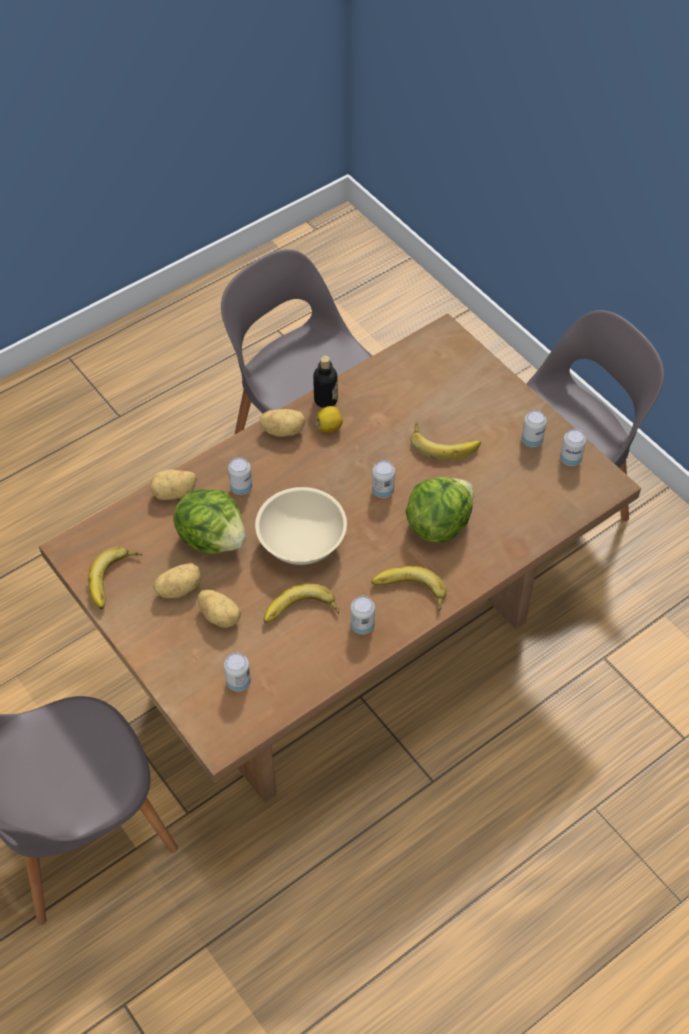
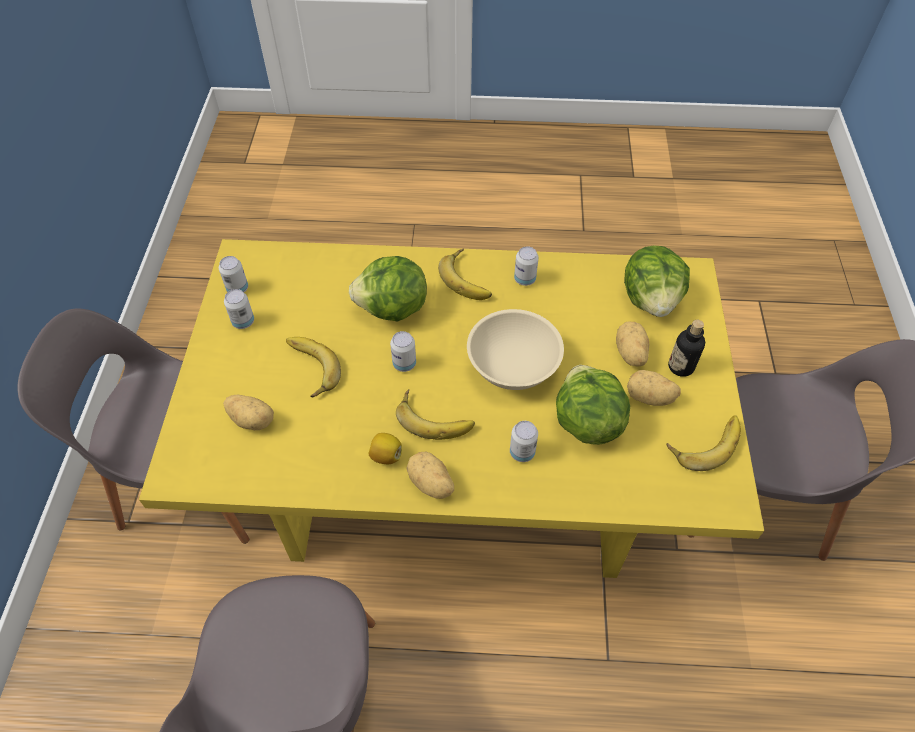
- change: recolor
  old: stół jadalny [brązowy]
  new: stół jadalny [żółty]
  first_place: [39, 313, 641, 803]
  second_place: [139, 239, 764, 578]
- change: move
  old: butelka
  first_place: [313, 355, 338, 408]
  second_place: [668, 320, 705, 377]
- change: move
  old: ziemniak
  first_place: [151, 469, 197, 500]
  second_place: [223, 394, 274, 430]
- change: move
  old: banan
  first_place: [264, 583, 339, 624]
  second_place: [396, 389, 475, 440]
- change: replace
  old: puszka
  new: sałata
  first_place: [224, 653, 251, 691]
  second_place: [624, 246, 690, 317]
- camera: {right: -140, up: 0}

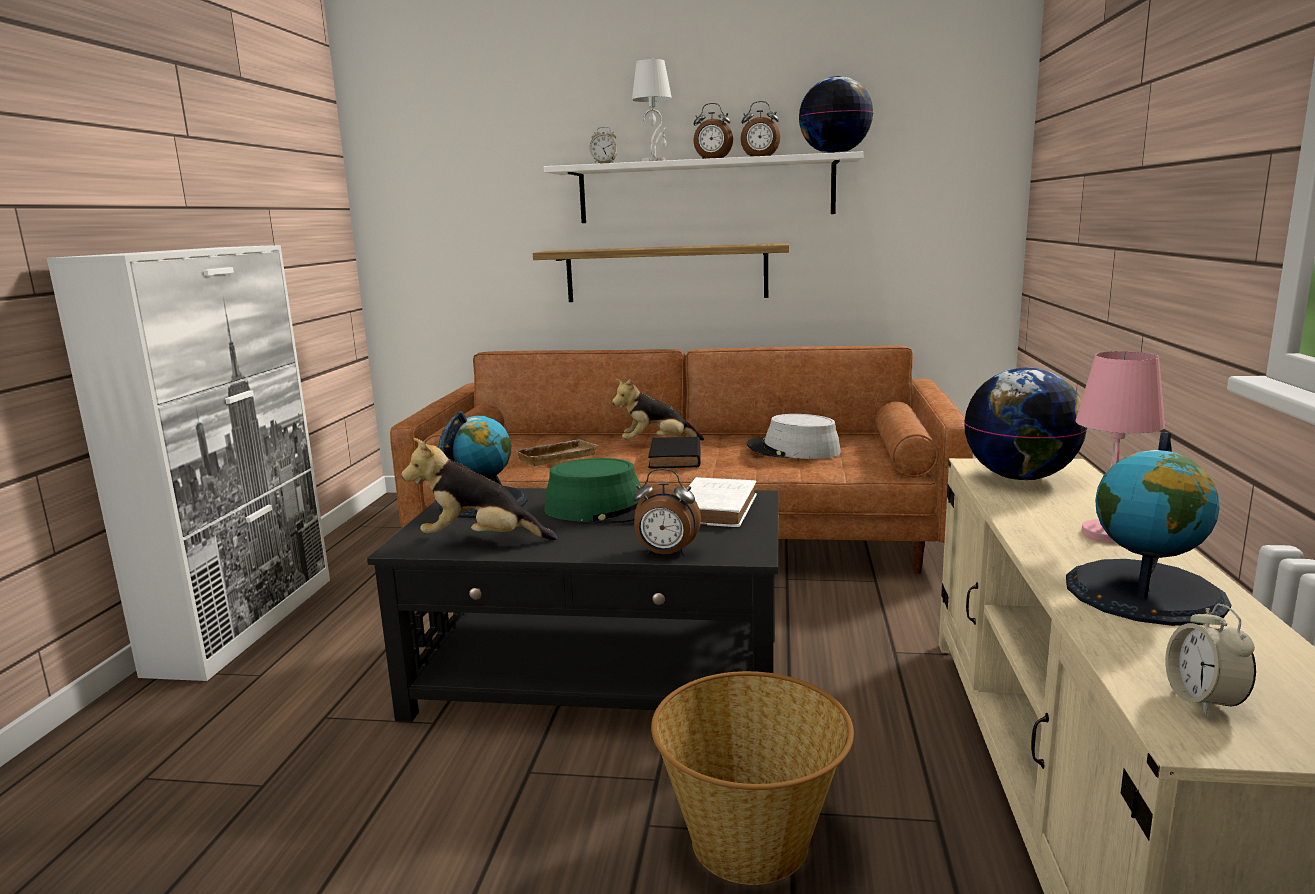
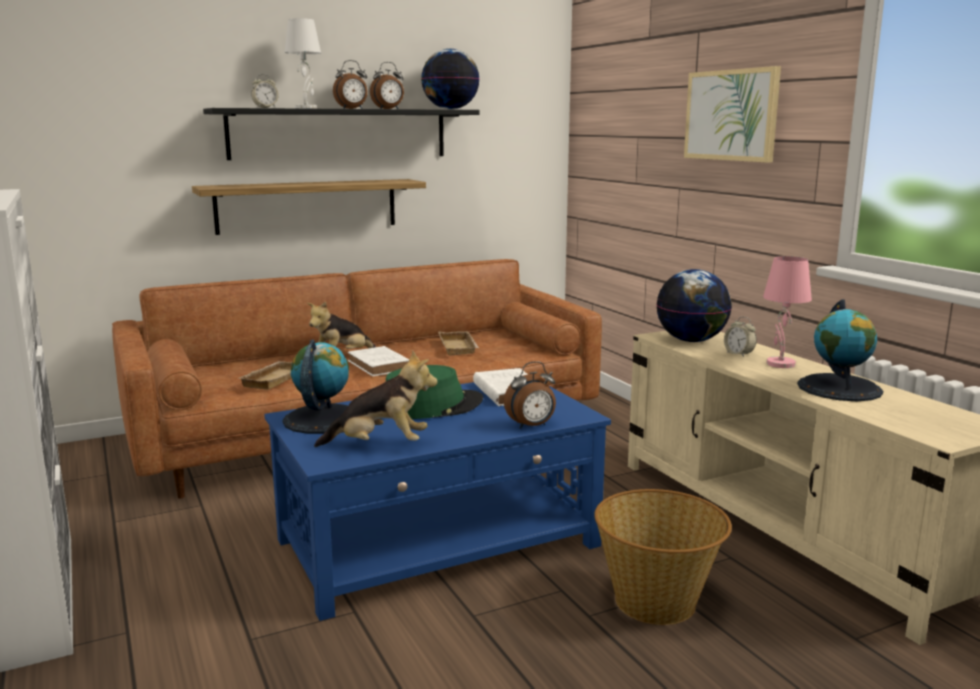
- change: recolor
  old: półka [biały]
  new: półka [czarny]
  first_place: [544, 151, 864, 223]
  second_place: [203, 108, 480, 160]
- change: replace
  old: kapelusz [szary]
  new: taca [beżowy]
  first_place: [747, 414, 841, 459]
  second_place: [438, 331, 479, 356]
- change: recolor
  old: książka [czarny]
  new: książka [biały]
  first_place: [648, 437, 701, 468]
  second_place: [348, 346, 409, 376]
- change: rotate
  old: pluszak
  first_place: [401, 438, 557, 540]
  second_place: [314, 350, 438, 447]
  degrees: -150
- change: recolor
  old: ława [czarny]
  new: ława [niebieski]
  first_place: [367, 488, 779, 722]
  second_place: [264, 382, 611, 621]
- change: move
  old: budzik
  first_place: [1165, 604, 1256, 716]
  second_place: [724, 317, 757, 357]
- change: insert
  new: obraz
  second_place: [684, 66, 781, 163]
- camera: {right: -35, up: 0}

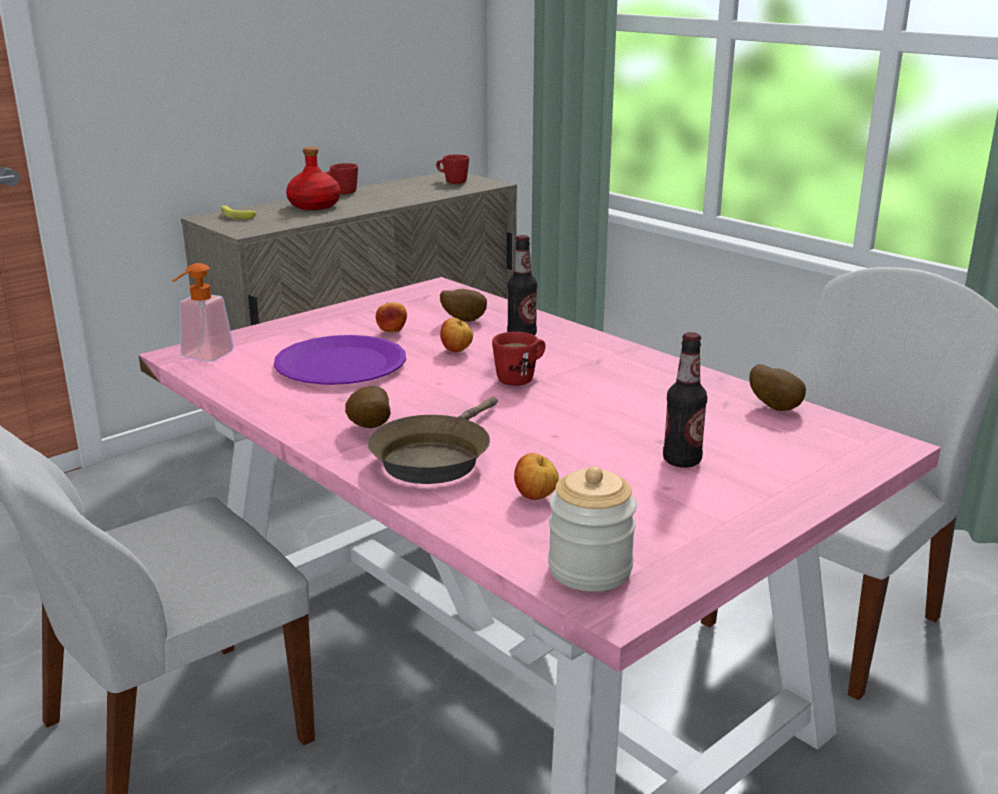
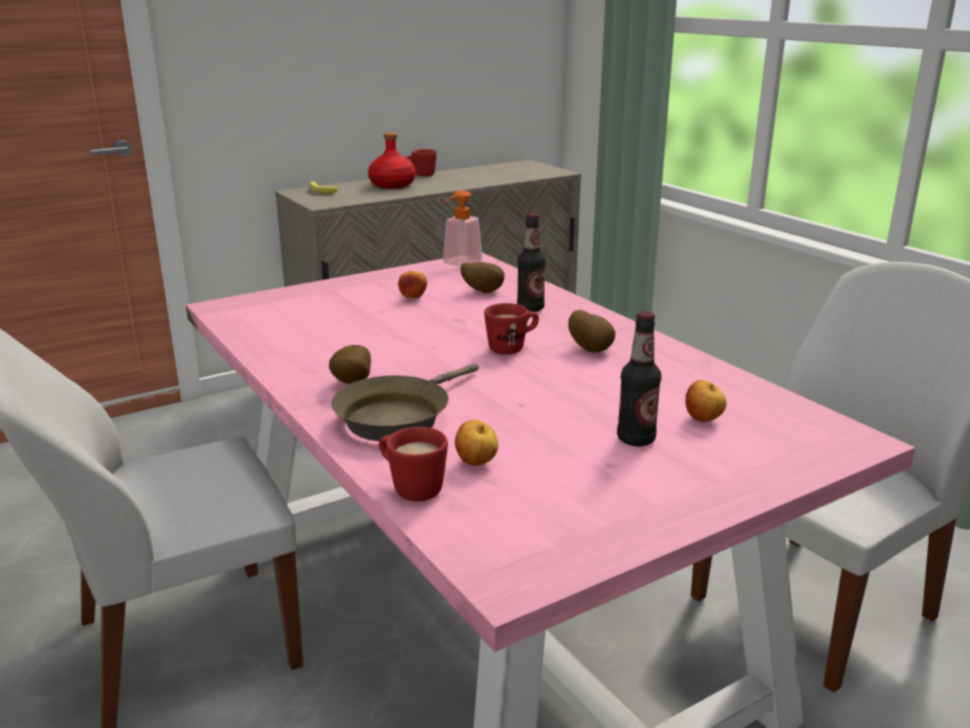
- change: move
  old: kubek [czerwony]
  first_place: [436, 155, 469, 184]
  second_place: [379, 427, 448, 501]
- change: move
  old: dozownik mydła
  first_place: [172, 263, 234, 362]
  second_place: [443, 190, 483, 267]
- change: move
  old: jabłko
  first_place: [440, 318, 473, 352]
  second_place: [685, 380, 727, 422]
- change: delete
  old: talerz [fioletowy]
  first_place: [274, 335, 406, 385]
- change: move
  old: ziemniak
  first_place: [749, 364, 806, 411]
  second_place: [568, 310, 616, 352]
- change: delete
  old: słoik
  first_place: [548, 466, 637, 592]
- camera: {right: 10, up: 0}

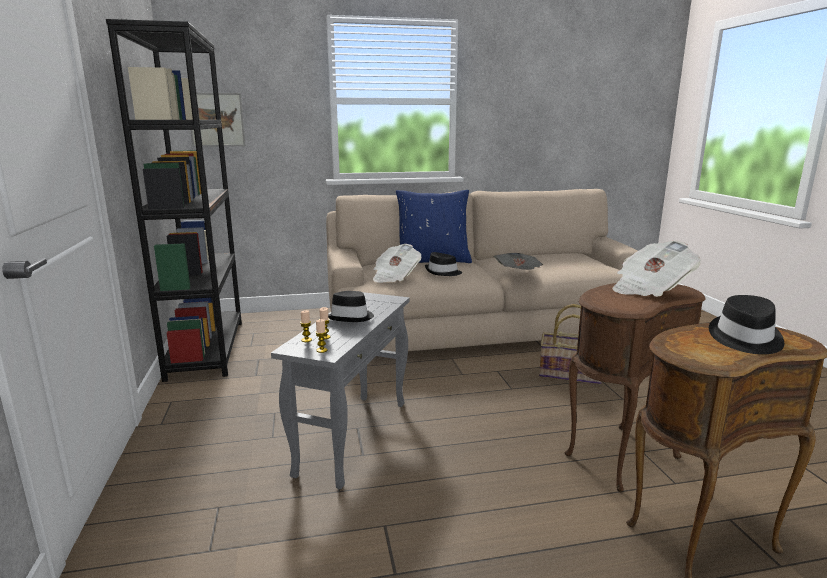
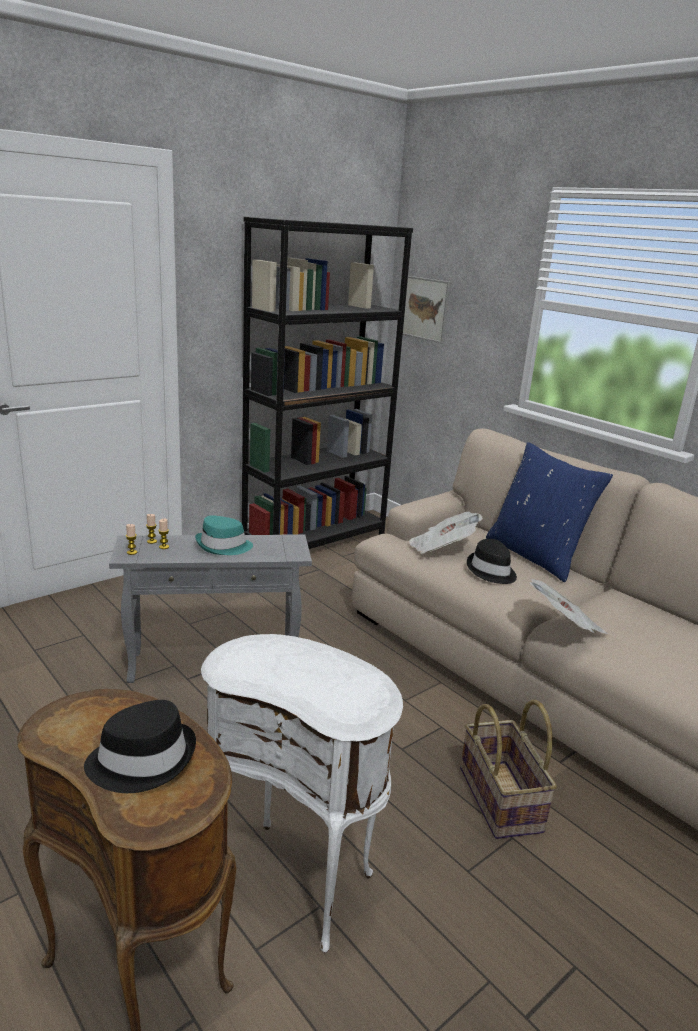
- change: delete
  old: gazeta
  first_place: [613, 241, 701, 297]
- change: recolor
  old: stolik [brązowy]
  new: stolik [biały]
  first_place: [565, 283, 706, 492]
  second_place: [201, 634, 403, 953]
- change: recolor
  old: kapelusz [czarny]
  new: kapelusz [turkusowy]
  first_place: [328, 291, 374, 322]
  second_place: [195, 515, 253, 555]
- camera: {right: 60, up: 5}

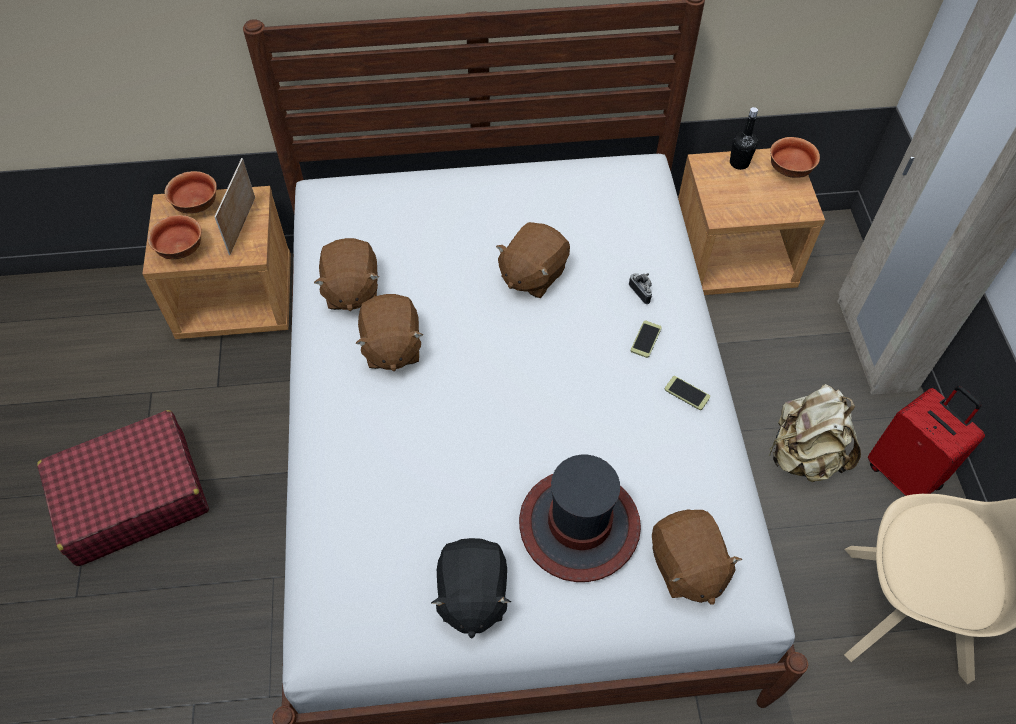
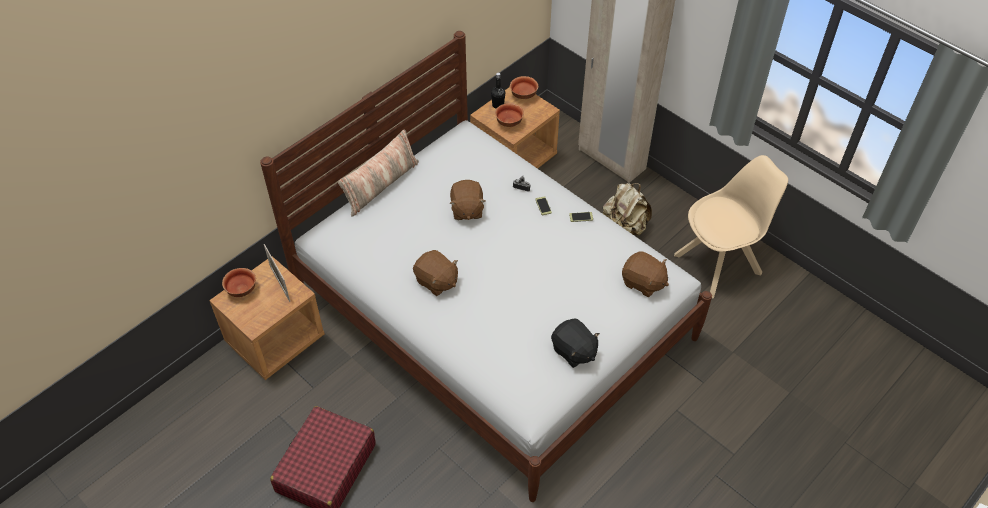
- change: move
  old: miska
  first_place: [148, 215, 202, 260]
  second_place: [495, 103, 524, 127]
- change: delete
  old: pluszak [brązowy]
  first_place: [314, 238, 379, 311]
- change: delete
  old: walizka [czerwony]
  first_place: [868, 386, 985, 496]
- change: delete
  old: kapelusz
  first_place: [519, 455, 641, 582]
- change: insert
  new: poduszka
  second_place: [338, 129, 419, 217]
- camera: {right: -40, up: -5}

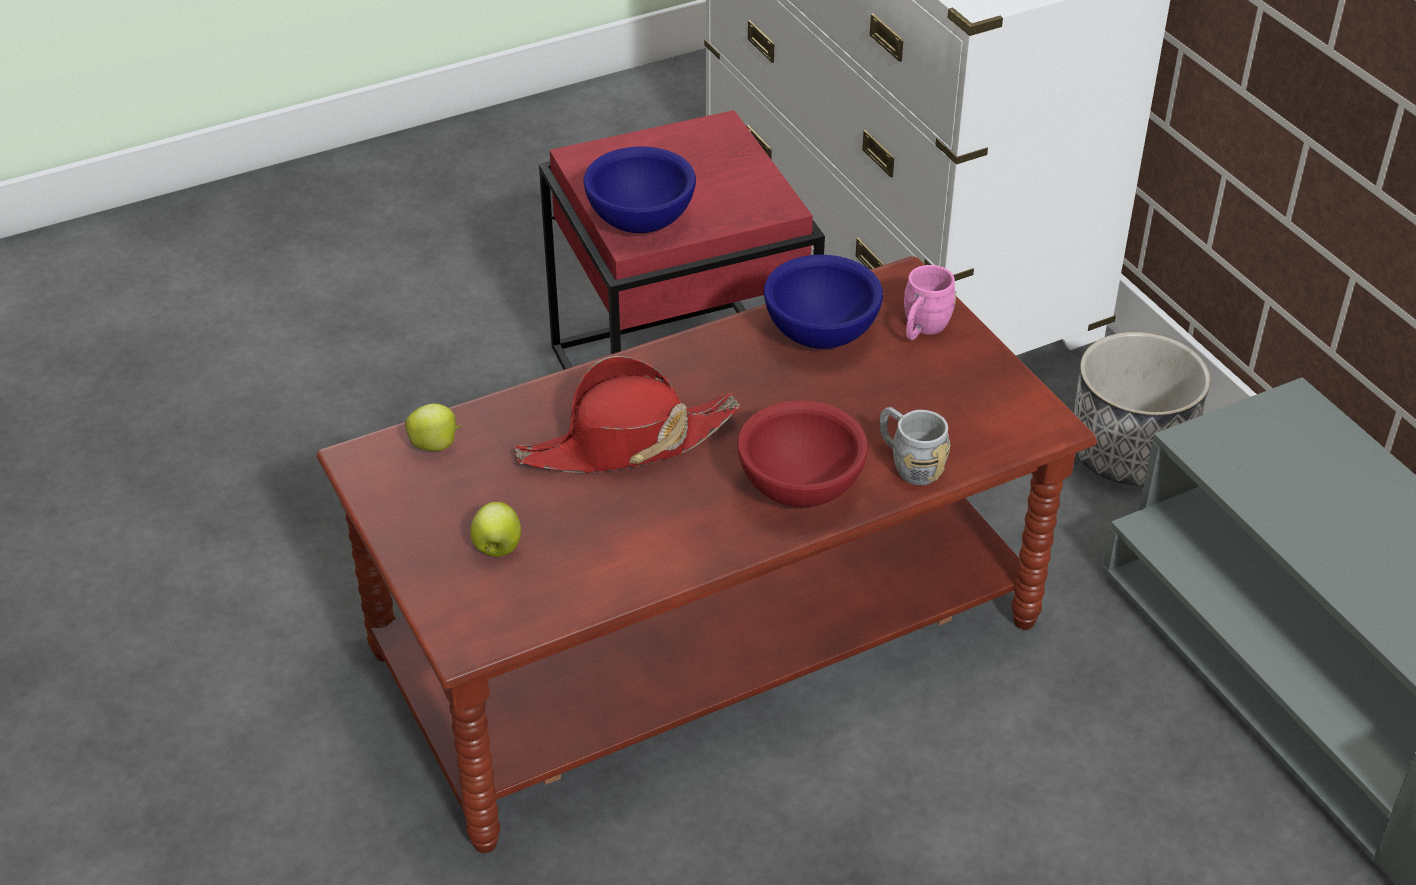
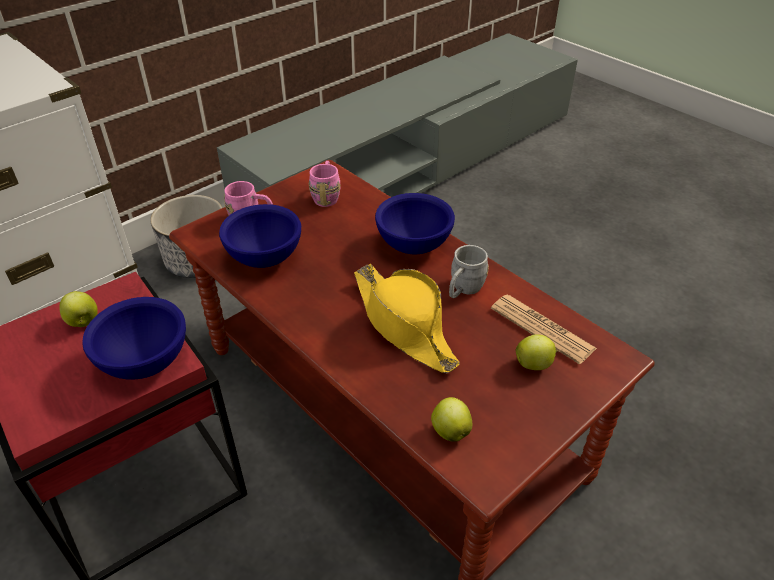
- change: recolor
  old: kapelusz [czerwony]
  new: kapelusz [żółty]
  first_place: [514, 356, 740, 473]
  second_place: [354, 264, 460, 373]
- change: recolor
  old: miska [czerwony]
  new: miska [niebieski]
  first_place: [737, 401, 868, 507]
  second_place: [375, 193, 455, 254]
- change: move
  old: kubek [szary]
  first_place: [880, 407, 950, 485]
  second_place: [449, 245, 489, 298]
- change: insert
  new: kubek [różowy]
  second_place: [309, 161, 340, 207]
- change: insert
  new: jabłko
  second_place: [59, 291, 98, 327]
- change: insert
  new: gazeta
  second_place: [491, 295, 597, 364]
- camera: {right: -105, up: 0}

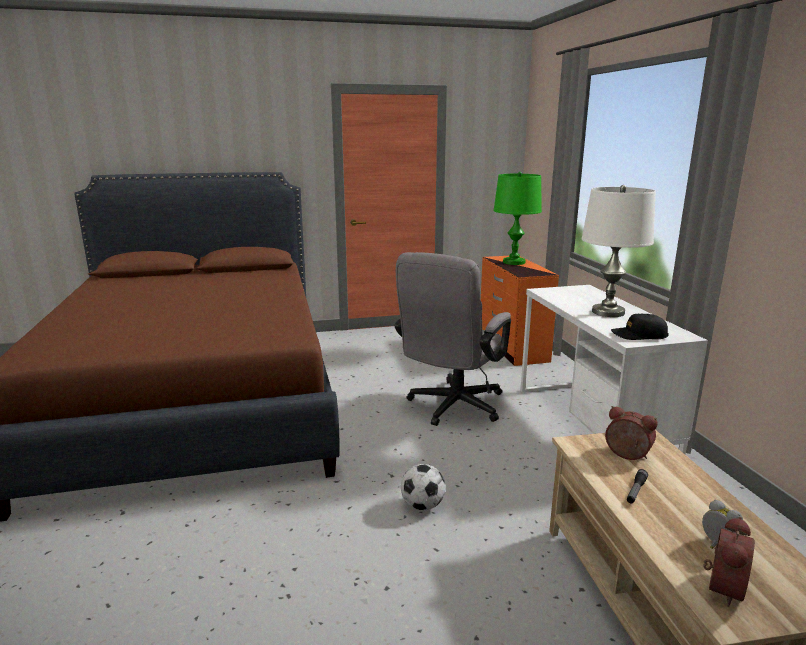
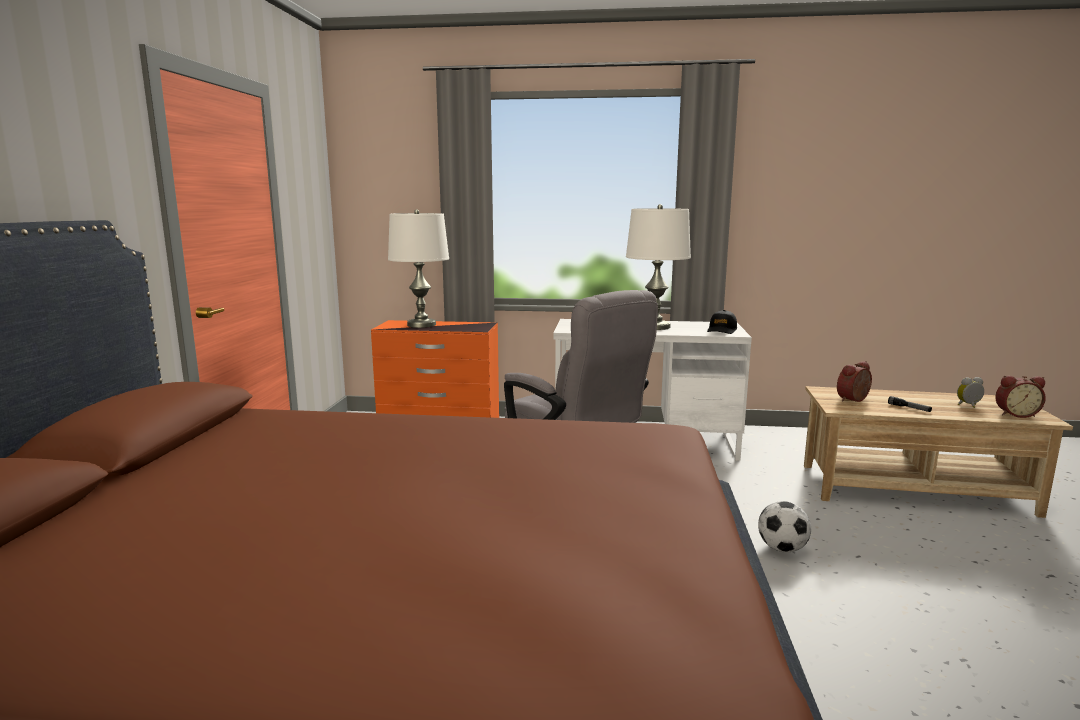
- change: recolor
  old: lampa stołowa [zielony]
  new: lampa stołowa [biały]
  first_place: [493, 172, 542, 265]
  second_place: [388, 209, 449, 328]
- change: rotate
  old: budzik
  first_place: [703, 517, 755, 607]
  second_place: [995, 375, 1046, 418]
  degrees: 135
- camera: {right: -70, up: -5}

